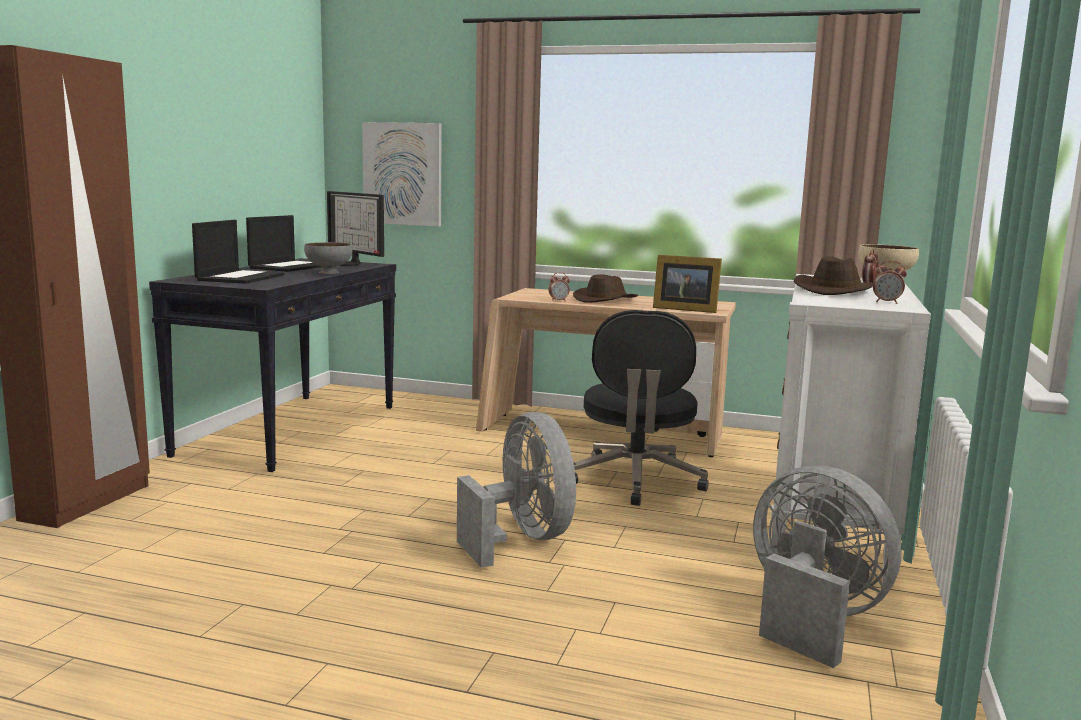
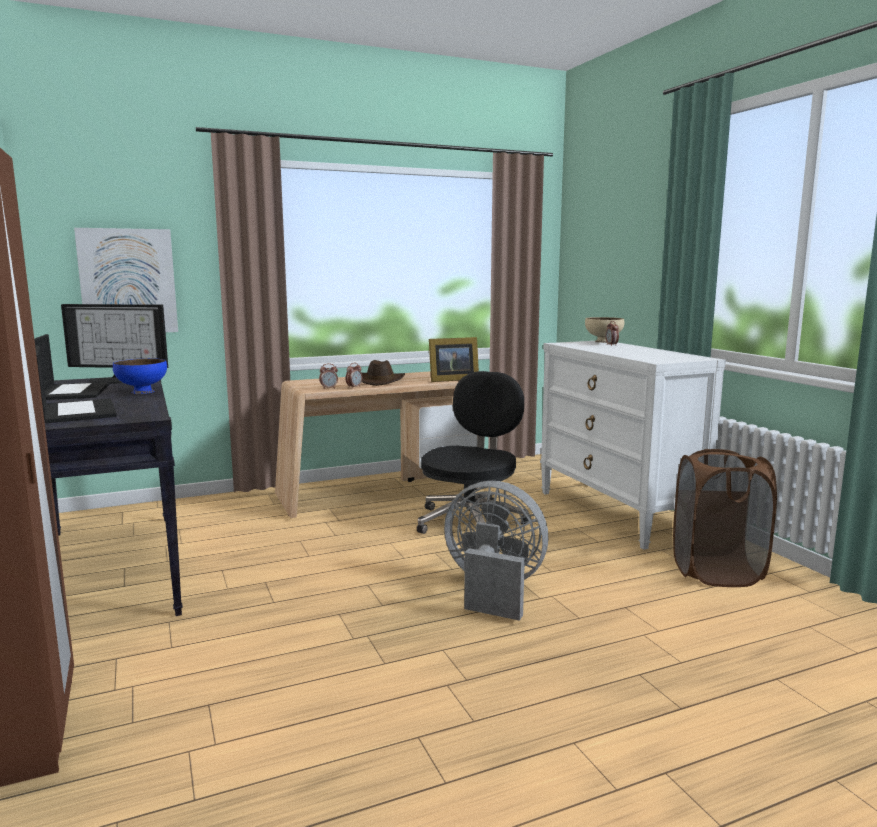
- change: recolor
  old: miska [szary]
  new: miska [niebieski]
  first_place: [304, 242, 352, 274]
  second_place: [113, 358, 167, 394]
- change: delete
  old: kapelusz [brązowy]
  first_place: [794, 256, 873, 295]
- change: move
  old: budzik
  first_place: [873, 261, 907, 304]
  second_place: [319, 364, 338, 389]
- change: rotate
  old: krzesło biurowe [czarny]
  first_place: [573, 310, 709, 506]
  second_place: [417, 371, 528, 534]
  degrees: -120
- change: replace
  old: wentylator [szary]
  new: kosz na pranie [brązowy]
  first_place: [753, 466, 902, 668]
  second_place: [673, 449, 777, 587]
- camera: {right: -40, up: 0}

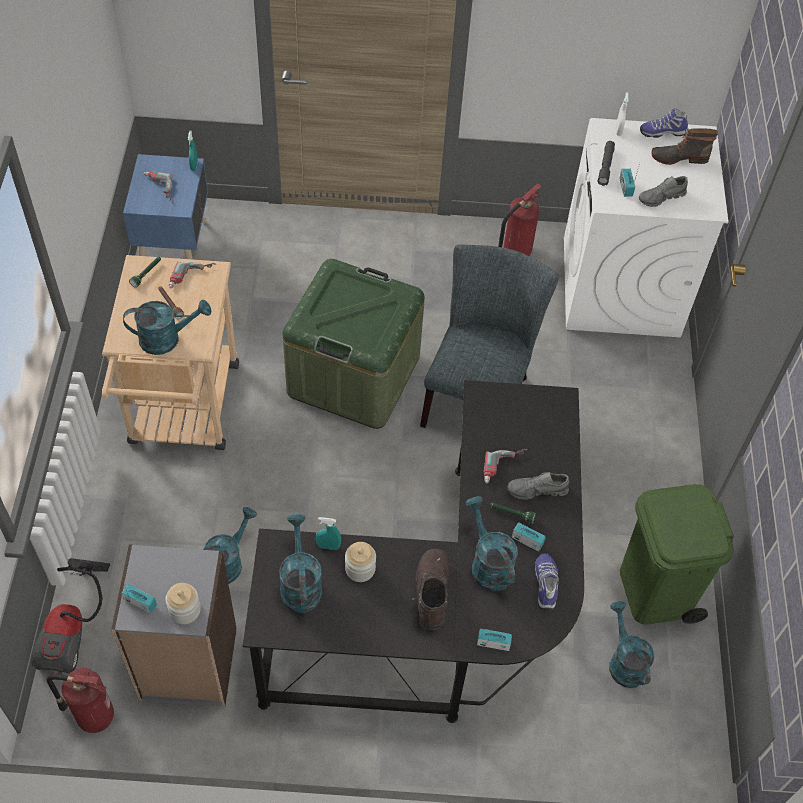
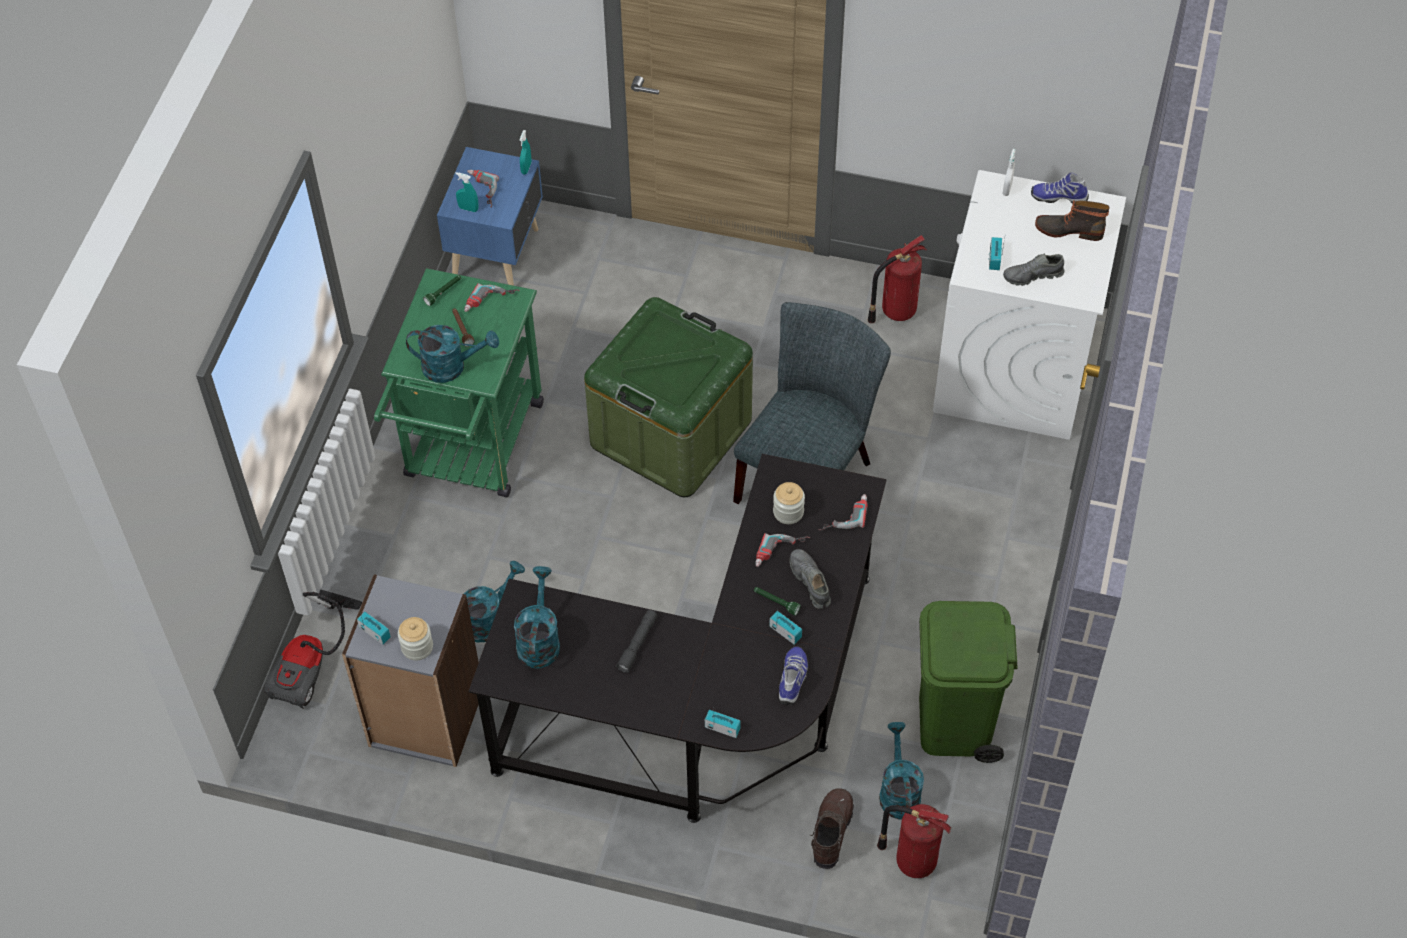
- change: move
  old: latarka [szary]
  first_place: [597, 141, 615, 186]
  second_place: [616, 610, 658, 673]
- change: recolor
  old: wózek [beżowy]
  new: wózek [zielony]
  first_place: [102, 255, 239, 450]
  second_place: [374, 268, 544, 498]
- change: rotate
  old: but [szary]
  first_place: [507, 472, 569, 500]
  second_place: [790, 549, 831, 609]
  degrees: 60
- change: delete
  old: konewka [turkusowy]
  first_place: [465, 496, 518, 591]
- change: move
  old: spryskiwacz [turkusowy]
  first_place: [316, 517, 341, 550]
  second_place: [455, 172, 479, 212]
- change: move
  old: słoik
  first_place: [345, 542, 376, 582]
  second_place: [773, 482, 805, 524]
- change: move
  old: but z cholewką [brązowy]
  first_place: [412, 549, 449, 630]
  second_place: [810, 788, 854, 869]
- change: move
  old: gaśnica
  first_place: [47, 668, 114, 733]
  second_place: [877, 804, 952, 878]
- change: insert
  new: wiertarka
  second_place: [819, 494, 868, 530]
- camera: {right: 15, up: 0}

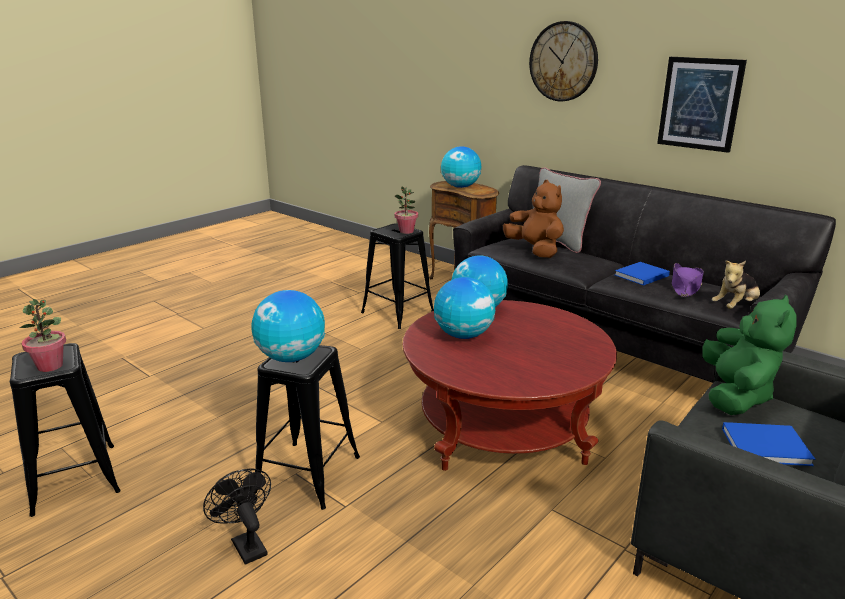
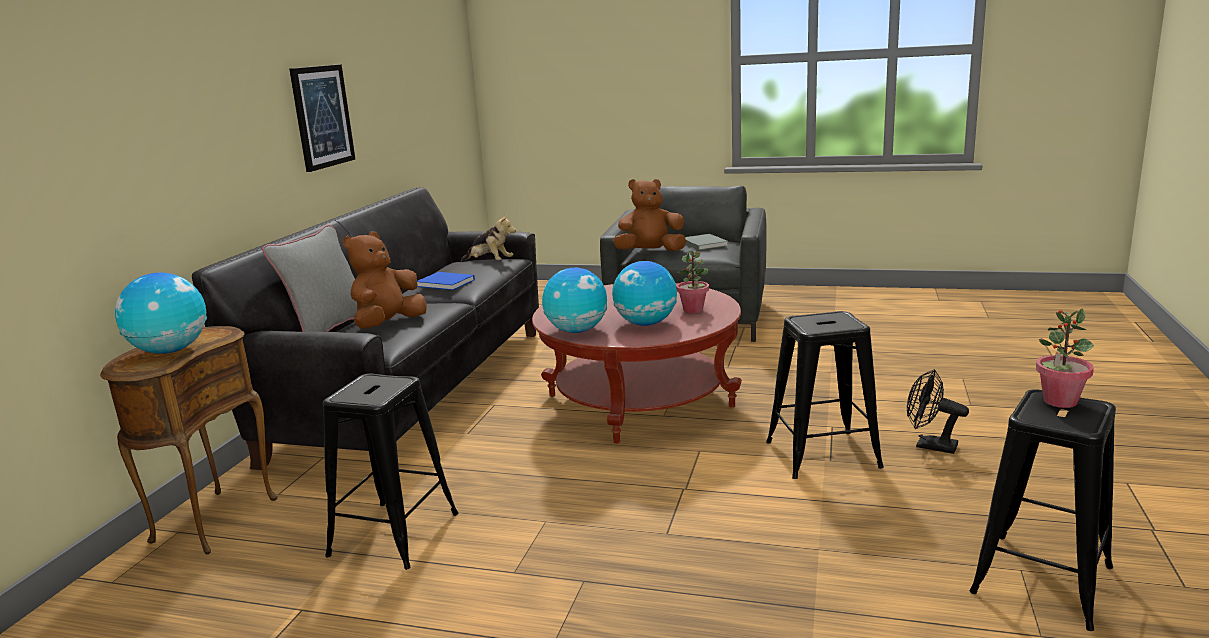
- change: delete
  old: zegar ścienny
  first_place: [529, 21, 598, 101]
- change: move
  old: roślina doniczkowa
  first_place: [395, 186, 418, 234]
  second_place: [676, 250, 709, 313]
- change: delete
  old: kapelusz [fioletowy]
  first_place: [672, 263, 704, 297]
- change: delete
  old: globus
  first_place: [251, 290, 325, 362]
- change: recolor
  old: pluszak [zielony]
  new: pluszak [brązowy]
  first_place: [702, 295, 797, 415]
  second_place: [613, 179, 686, 251]
- change: recolor
  old: książka [niebieski]
  new: książka [szary]
  first_place: [722, 422, 815, 466]
  second_place: [685, 234, 728, 250]
- change: rotate
  old: wentylator [czarny]
  first_place: [203, 468, 271, 565]
  second_place: [907, 369, 969, 454]
  degrees: 90
- camera: {right: -115, up: -5}

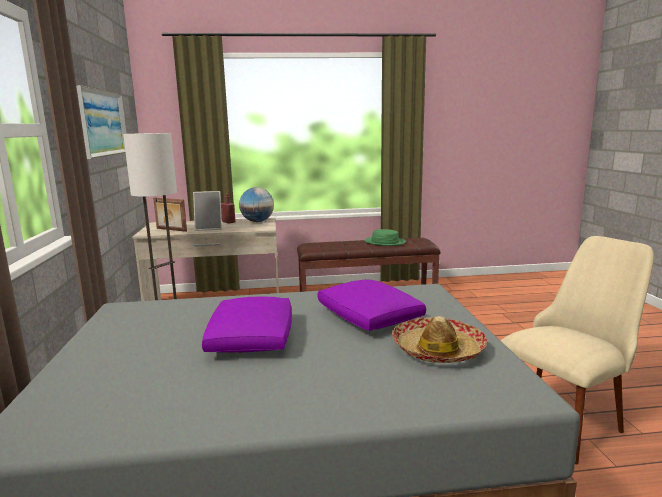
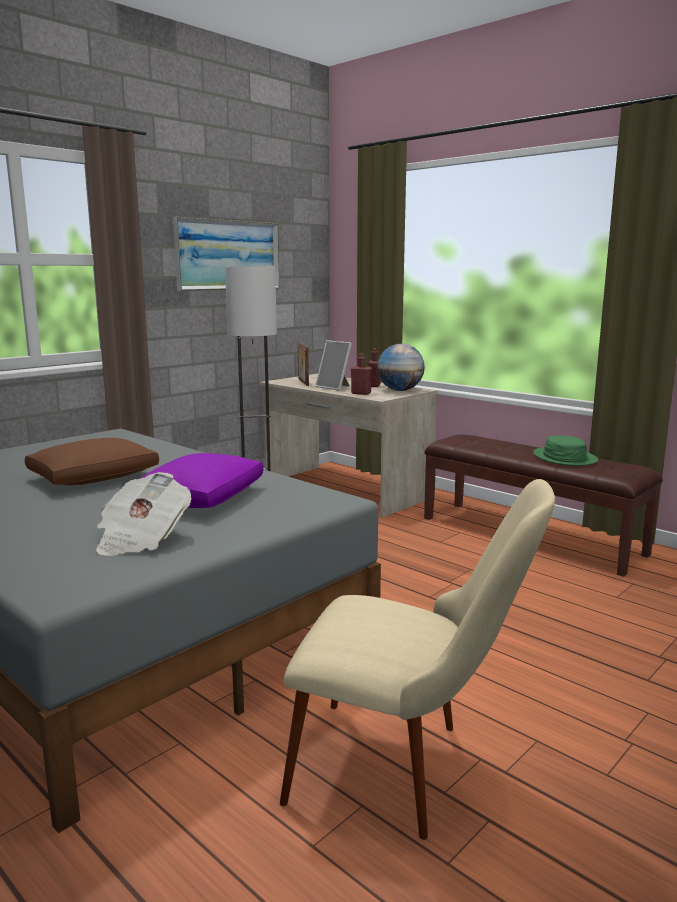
- change: recolor
  old: poduszka [fioletowy]
  new: poduszka [brązowy]
  first_place: [202, 296, 292, 353]
  second_place: [25, 438, 159, 485]
- change: replace
  old: kapelusz
  new: gazeta
  first_place: [392, 316, 488, 363]
  second_place: [96, 472, 191, 556]
- change: insert
  new: butelka [czerwony]
  second_place: [351, 353, 372, 395]
- camera: {right: 50, up: 0}

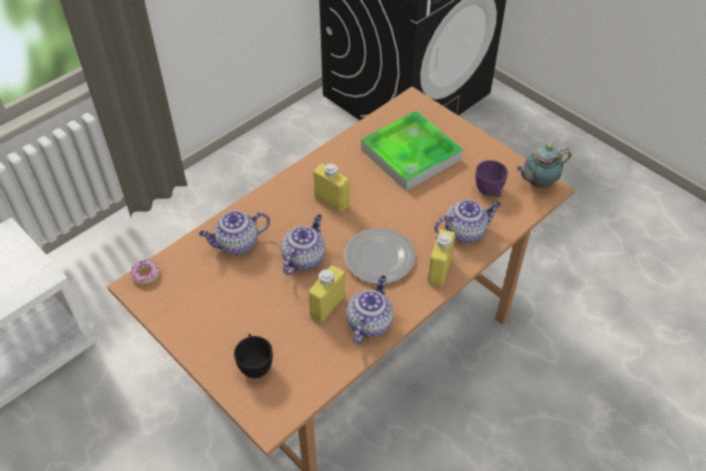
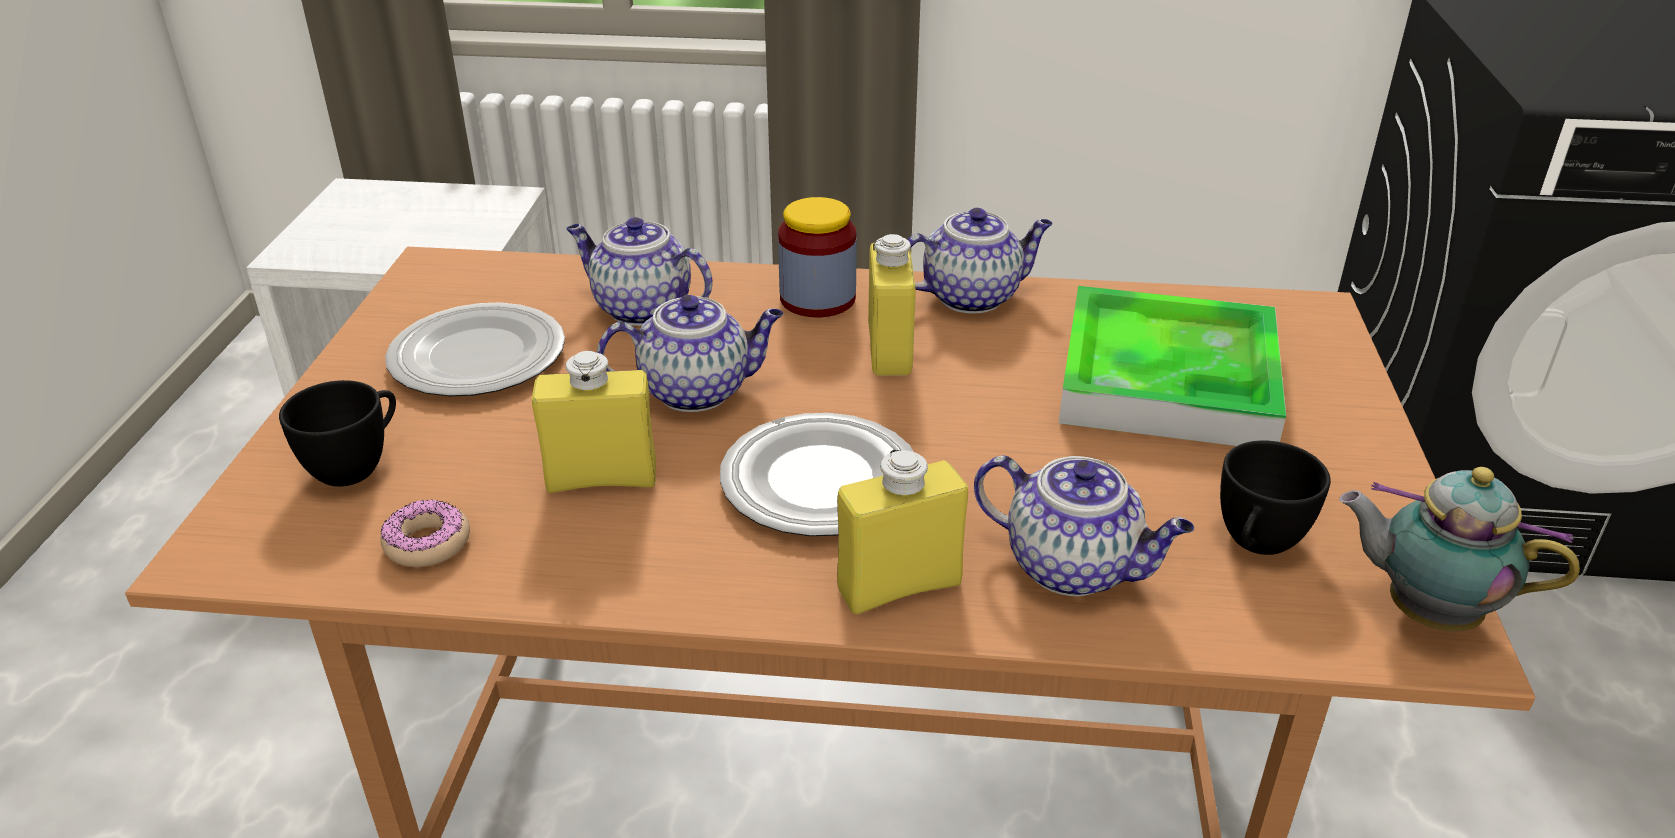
- change: recolor
  old: filiżanka [fioletowy]
  new: filiżanka [czarny]
  first_place: [475, 160, 508, 197]
  second_place: [1220, 441, 1331, 555]
- change: move
  old: donut
  first_place: [131, 260, 160, 285]
  second_place: [380, 499, 470, 567]
- change: move
  old: imbryk
  first_place: [346, 275, 394, 344]
  second_place: [907, 208, 1053, 313]
- change: insert
  new: słoik
  second_place: [778, 197, 857, 317]
- change: insert
  new: talerz
  second_place: [385, 303, 565, 397]
- camera: {right: 50, up: -15}

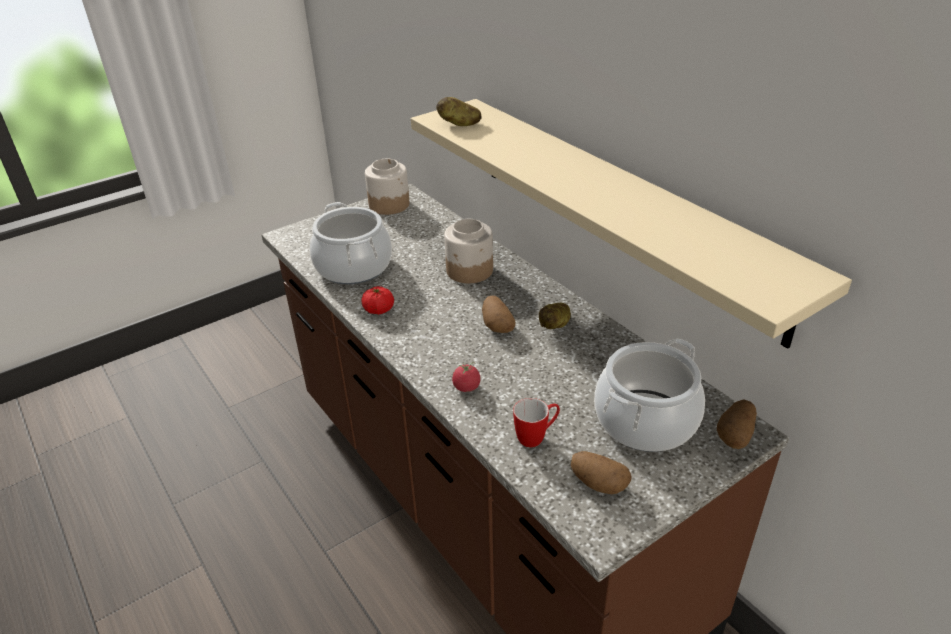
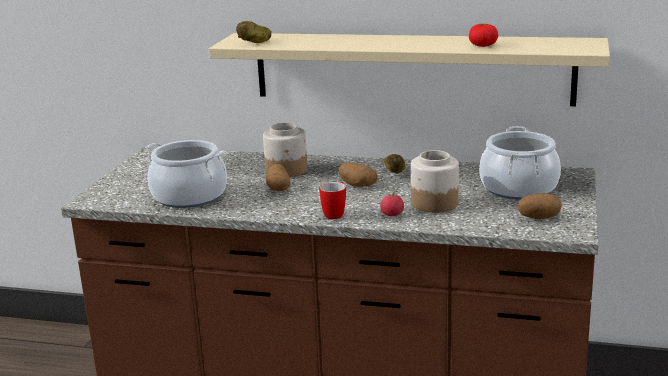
- change: move
  old: słoik
  first_place: [365, 158, 409, 215]
  second_place: [411, 150, 459, 213]
- change: move
  old: pomidor
  first_place: [361, 286, 394, 315]
  second_place: [469, 24, 498, 47]
- change: move
  old: kubek
  first_place: [513, 398, 560, 447]
  second_place: [319, 182, 346, 219]
- change: move
  old: ziemniak
  first_place: [717, 400, 757, 449]
  second_place: [266, 163, 290, 191]
- camera: {right: -40, up: -15}

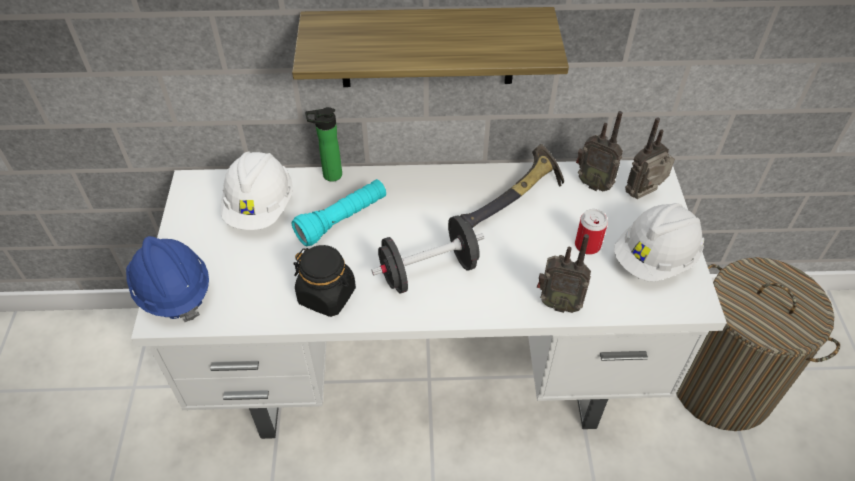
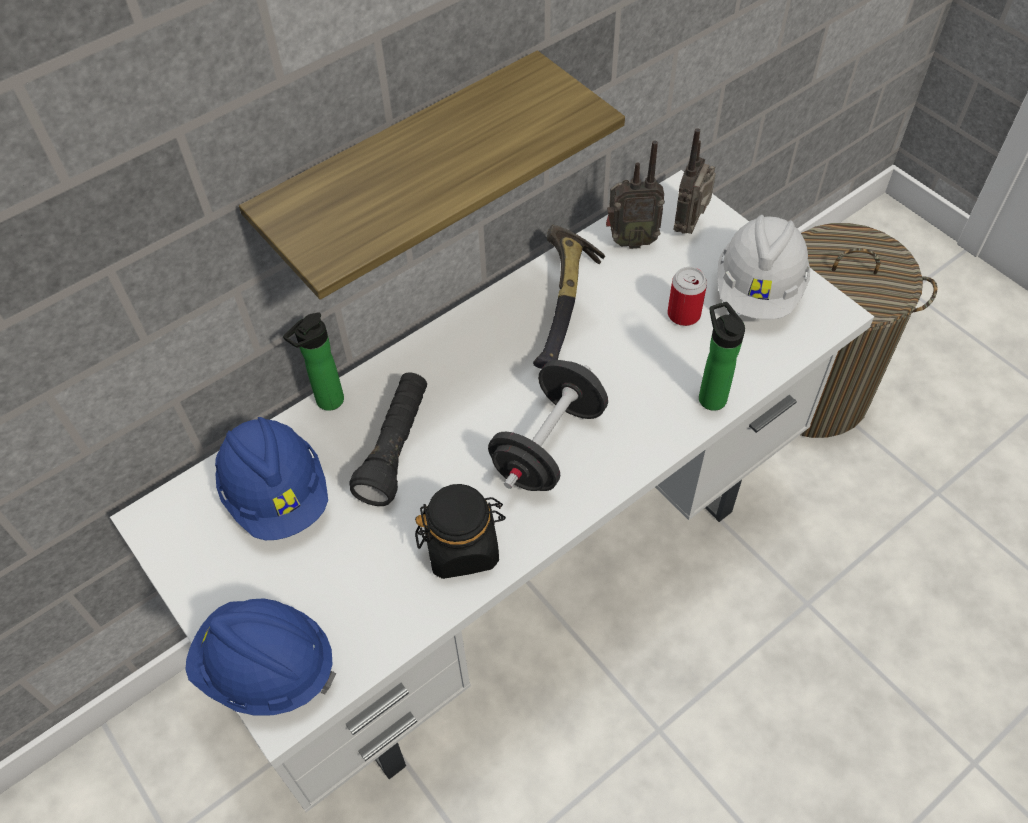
- change: recolor
  old: kask [biały]
  new: kask [niebieski]
  first_place: [221, 152, 293, 230]
  second_place: [215, 417, 328, 540]
- change: recolor
  old: latarka [turkusowy]
  new: latarka [czarny]
  first_place: [291, 179, 386, 246]
  second_place: [349, 372, 427, 506]
- change: replace
  old: radio
  new: butelka
  first_place: [537, 234, 591, 313]
  second_place: [699, 302, 745, 411]
- camera: {right: -35, up: 5}

